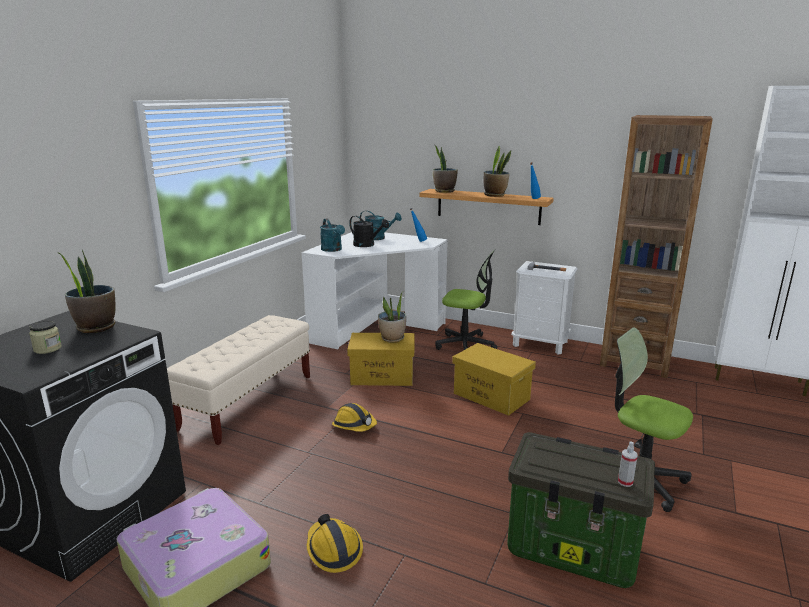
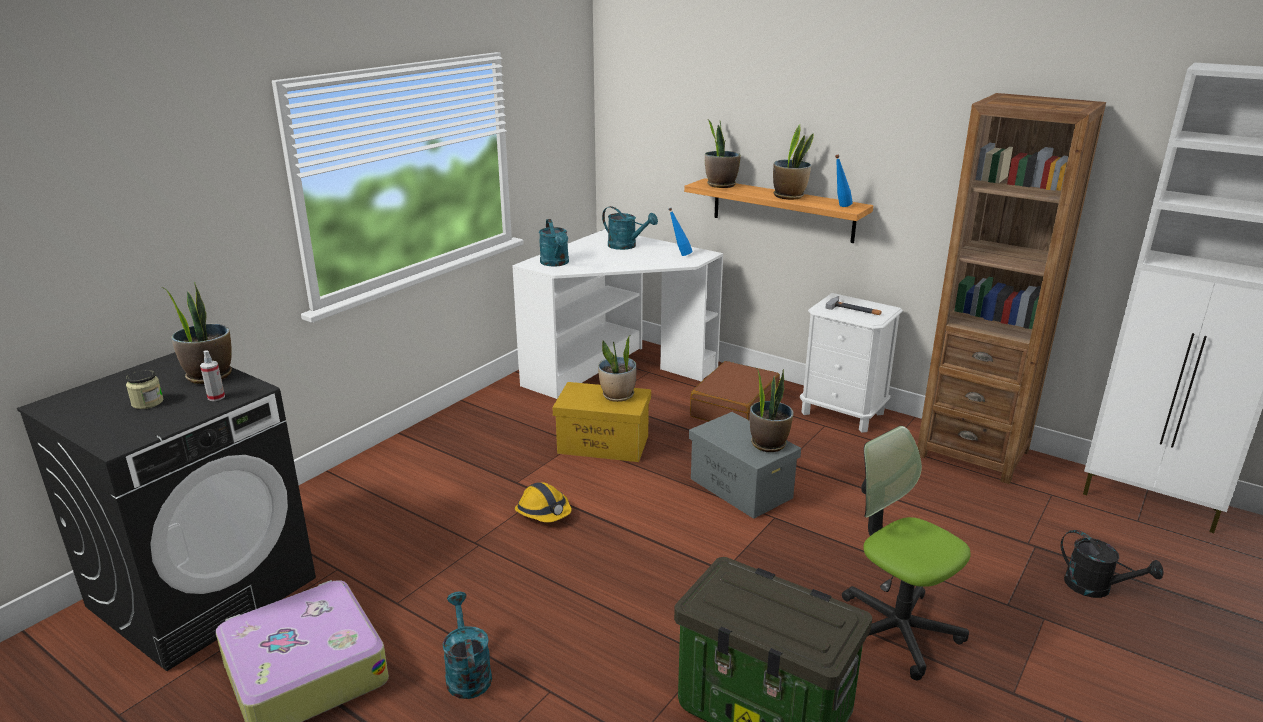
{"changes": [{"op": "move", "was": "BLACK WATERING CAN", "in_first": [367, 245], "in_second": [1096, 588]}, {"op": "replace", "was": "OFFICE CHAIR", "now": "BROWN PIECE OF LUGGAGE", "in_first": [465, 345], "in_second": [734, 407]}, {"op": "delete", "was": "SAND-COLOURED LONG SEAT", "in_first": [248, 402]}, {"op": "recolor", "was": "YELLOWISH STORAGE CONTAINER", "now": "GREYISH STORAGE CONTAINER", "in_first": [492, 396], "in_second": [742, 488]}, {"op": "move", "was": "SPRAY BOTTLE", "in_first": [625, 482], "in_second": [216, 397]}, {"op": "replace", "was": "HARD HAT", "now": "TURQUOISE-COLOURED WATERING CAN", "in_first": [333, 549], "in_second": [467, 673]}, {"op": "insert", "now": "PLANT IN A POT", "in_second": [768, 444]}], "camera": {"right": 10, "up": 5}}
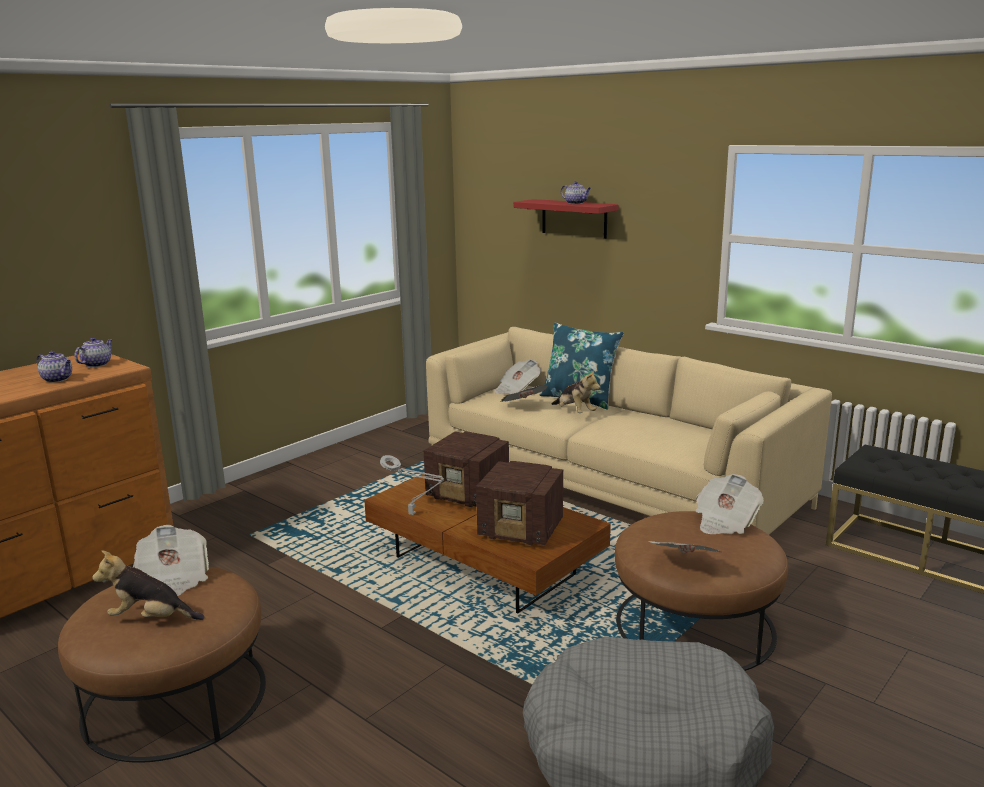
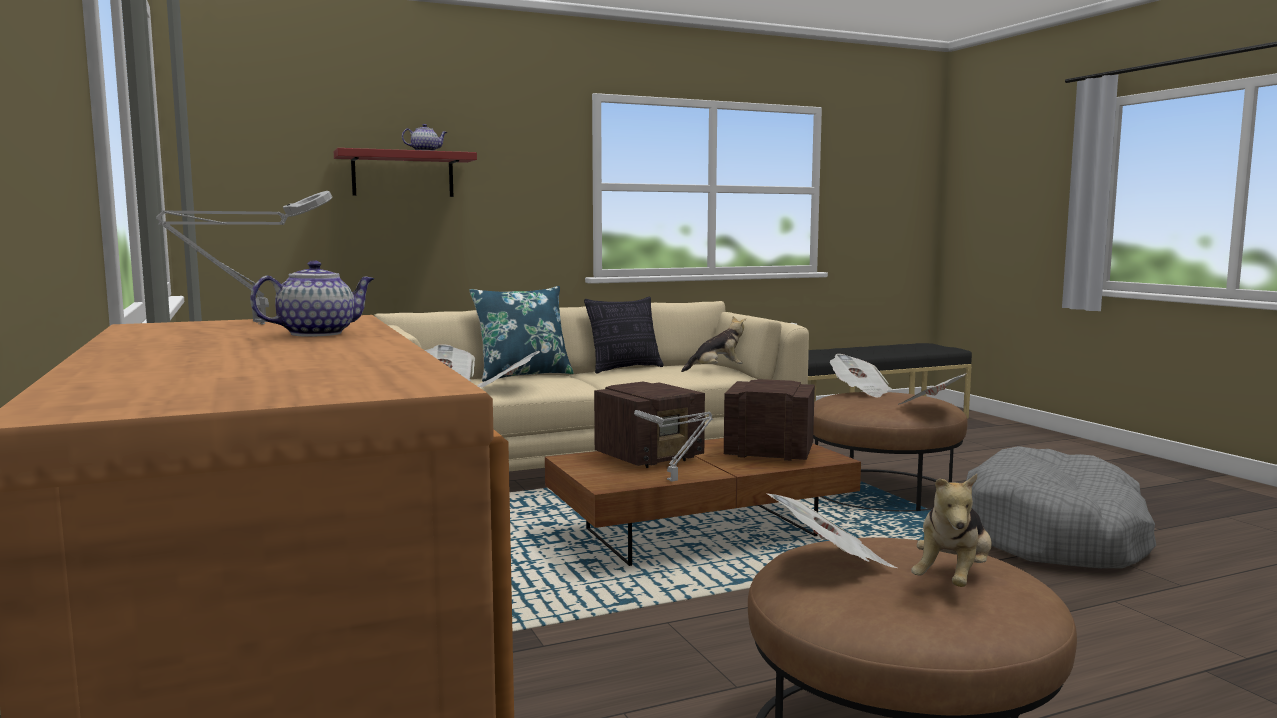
{"changes": [{"op": "replace", "was": "TEAPOT", "now": "GREYISH TABLETOP LAMP", "in_first": [97, 364], "in_second": [255, 324]}, {"op": "move", "was": "PLUSH TOY", "in_first": [574, 412], "in_second": [717, 370]}, {"op": "rotate", "was": "RADIO", "in_first": [522, 530], "in_second": [767, 453], "clockwise": -120}, {"op": "insert", "now": "CUSHION", "in_second": [624, 369]}], "camera": {"right": -65, "up": -10}}
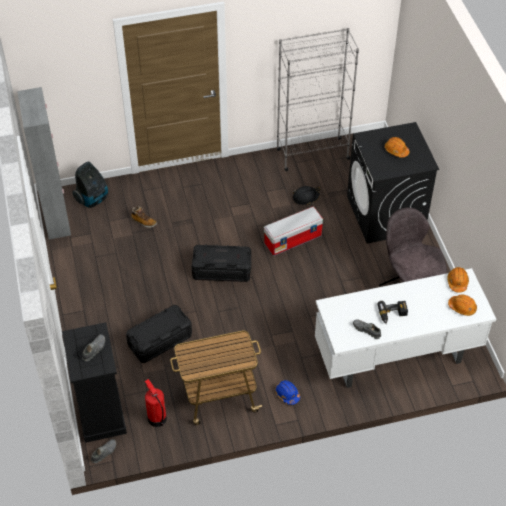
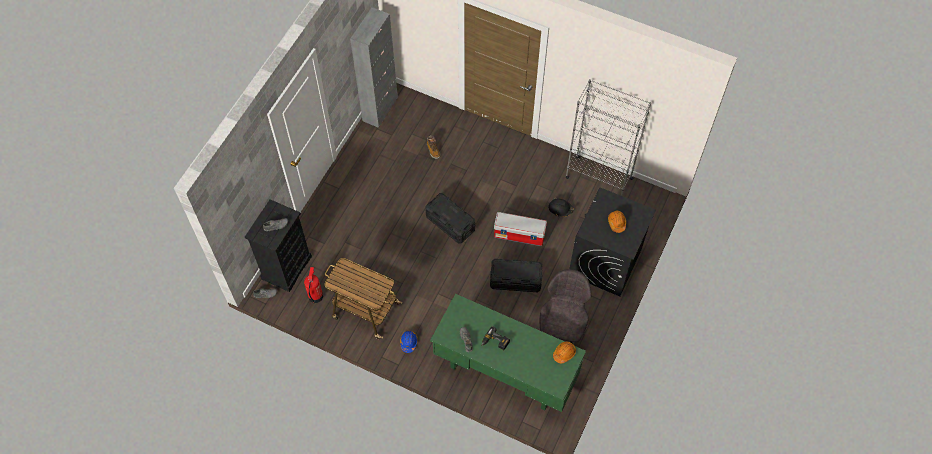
{"changes": [{"op": "delete", "was": "VACUUM CLEANER", "in_first": [93, 199]}, {"op": "recolor", "was": "WHITE-COLOURED DESK TABLE", "now": "GREEN-COLOURED DESK TABLE", "in_first": [396, 357], "in_second": [504, 372]}, {"op": "delete", "was": "ORANGE-COLOURED HARD HAT", "in_first": [462, 307]}, {"op": "move", "was": "BLACK STORAGE CONTAINER", "in_first": [160, 340], "in_second": [515, 280]}], "camera": {"right": 40, "up": 10}}
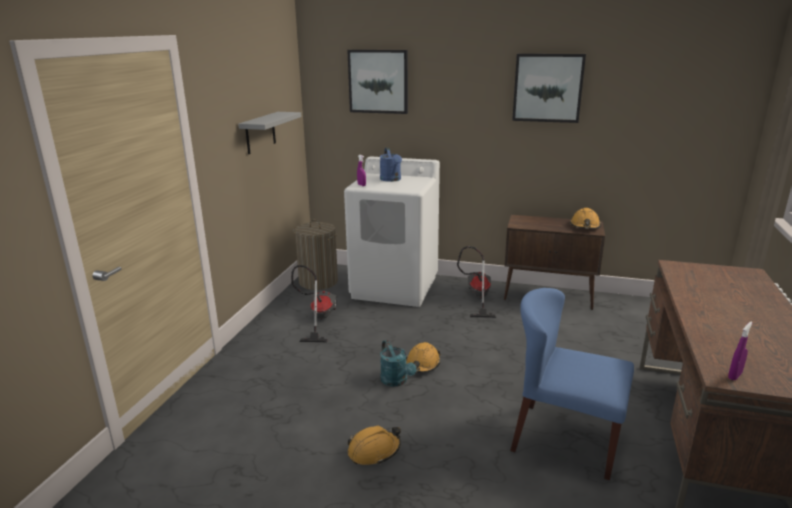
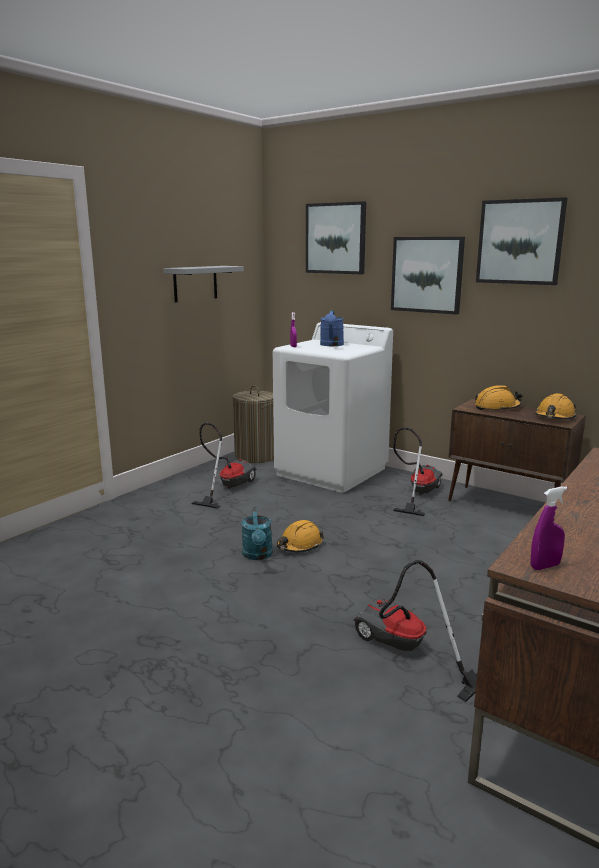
{"changes": [{"op": "replace", "was": "BLUE-COLOURED UPRIGHT CHAIR", "now": "VACUUM CLEANER", "in_first": [564, 439], "in_second": [404, 651]}, {"op": "move", "was": "ORANGE-COLOURED HARD HAT", "in_first": [374, 451], "in_second": [497, 407]}, {"op": "insert", "now": "WALL PICTURE", "in_second": [427, 274]}], "camera": {"right": 20, "up": -5}}
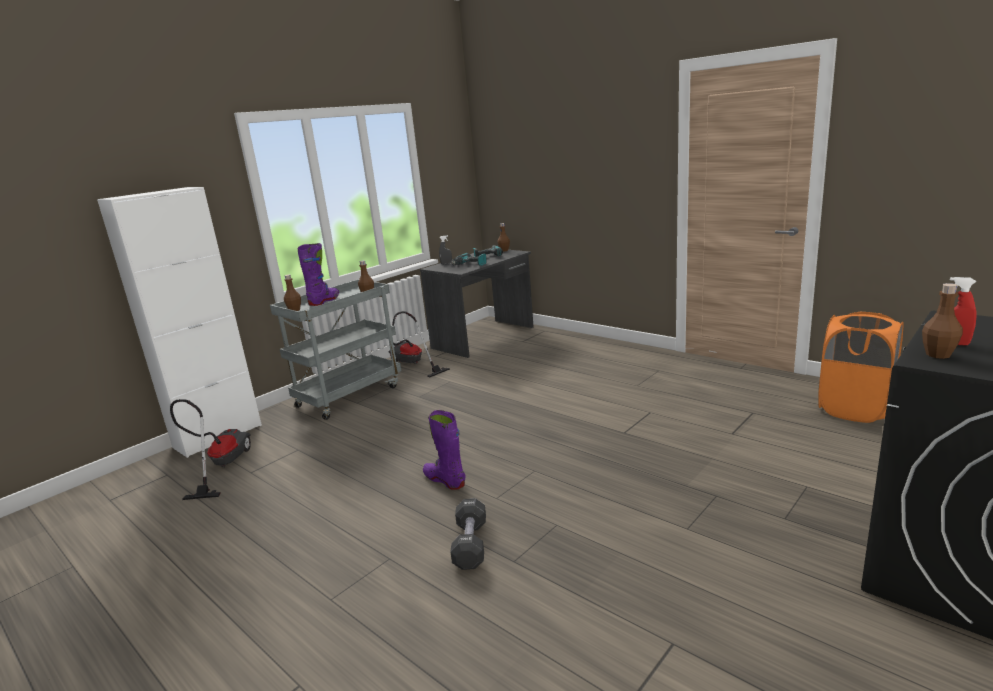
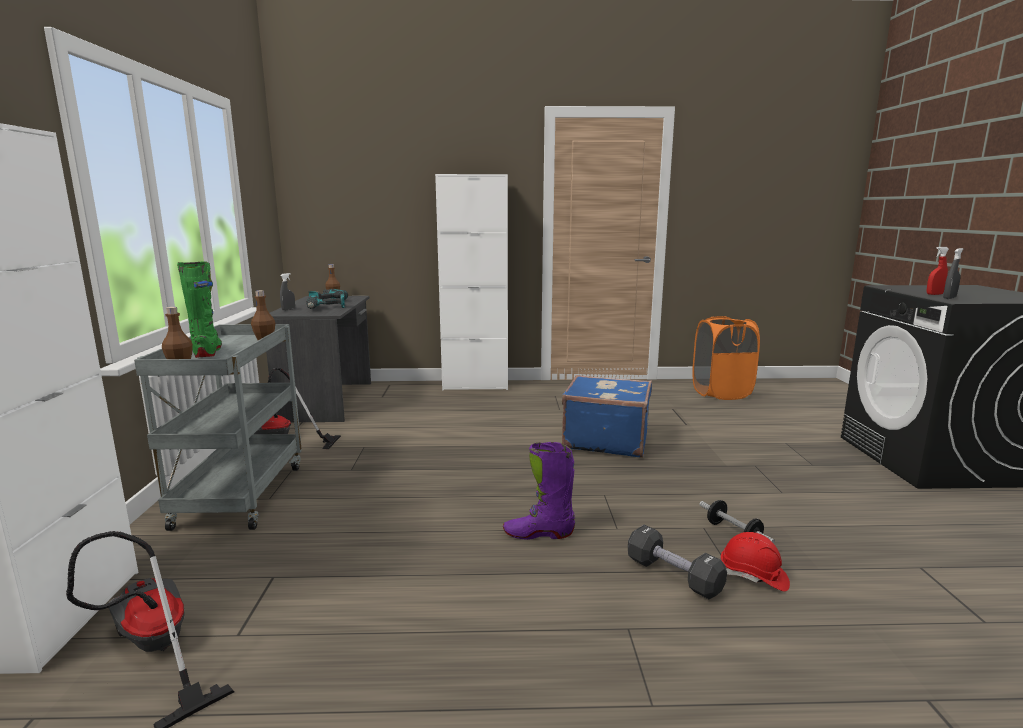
{"changes": [{"op": "recolor", "was": "PURPLE-COLOURED TALL BOOT", "now": "GREEN-COLOURED TALL BOOT", "in_first": [324, 301], "in_second": [208, 352]}, {"op": "replace", "was": "BROWN DRINK BOTTLE", "now": "GREYISH SPRAY BOTTLE", "in_first": [938, 354], "in_second": [949, 298]}, {"op": "insert", "now": "WHITE-COLOURED CUPBOARD", "in_second": [475, 385]}, {"op": "insert", "now": "BLUE-COLOURED PIECE OF LUGGAGE", "in_second": [605, 440]}, {"op": "insert", "now": "DUMBBELL", "in_second": [733, 533]}, {"op": "insert", "now": "RED-COLOURED HARD HAT", "in_second": [753, 576]}], "camera": {"right": -45, "up": -5}}
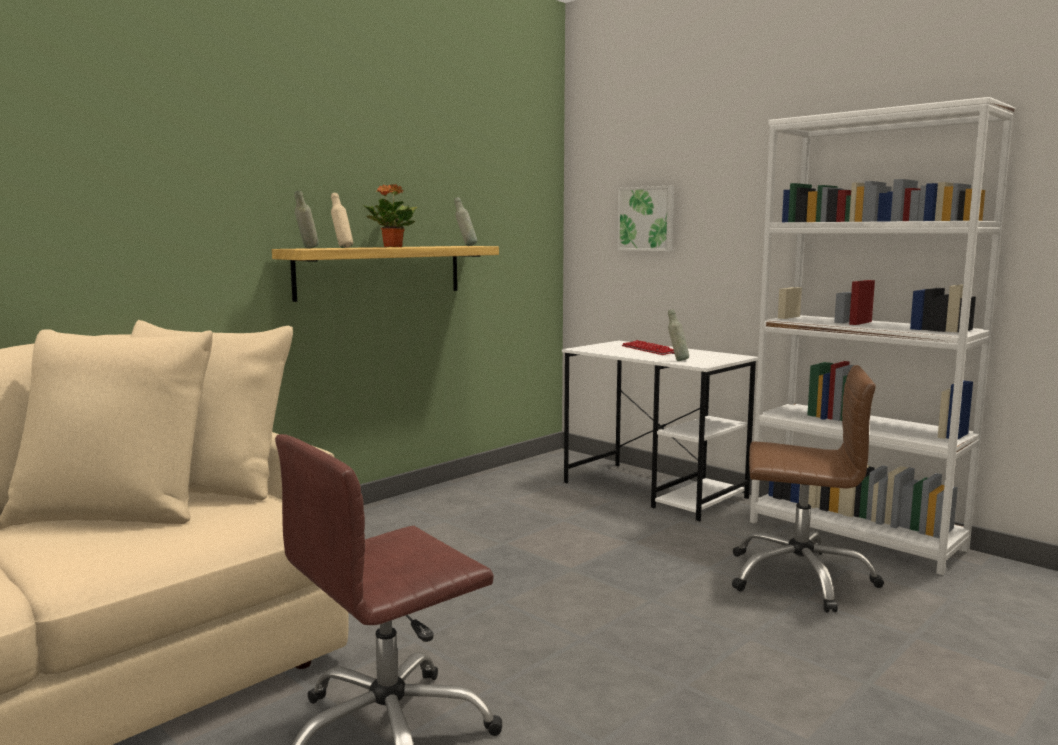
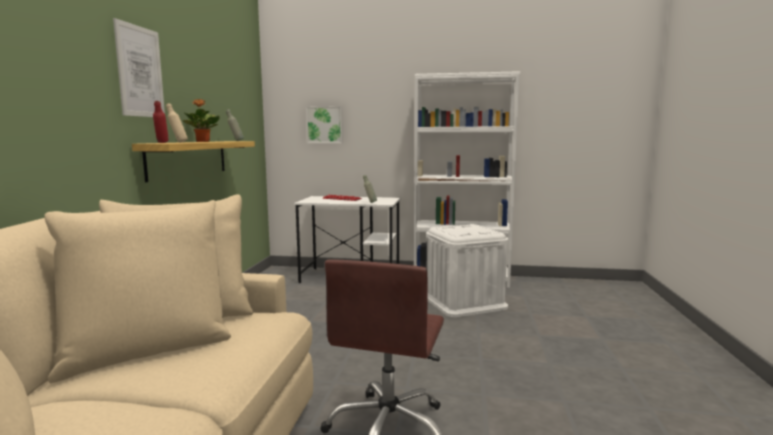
{"changes": [{"op": "recolor", "was": "GREYISH DRINK BOTTLE", "now": "RED-COLOURED DRINK BOTTLE", "in_first": [307, 248], "in_second": [162, 143]}, {"op": "replace", "was": "BROWN OFFICE CHAIR", "now": "WHITE-COLOURED STORAGE CONTAINER", "in_first": [799, 577], "in_second": [464, 301]}, {"op": "insert", "now": "WALL PICTURE", "in_second": [140, 71]}], "camera": {"right": -35, "up": 0}}
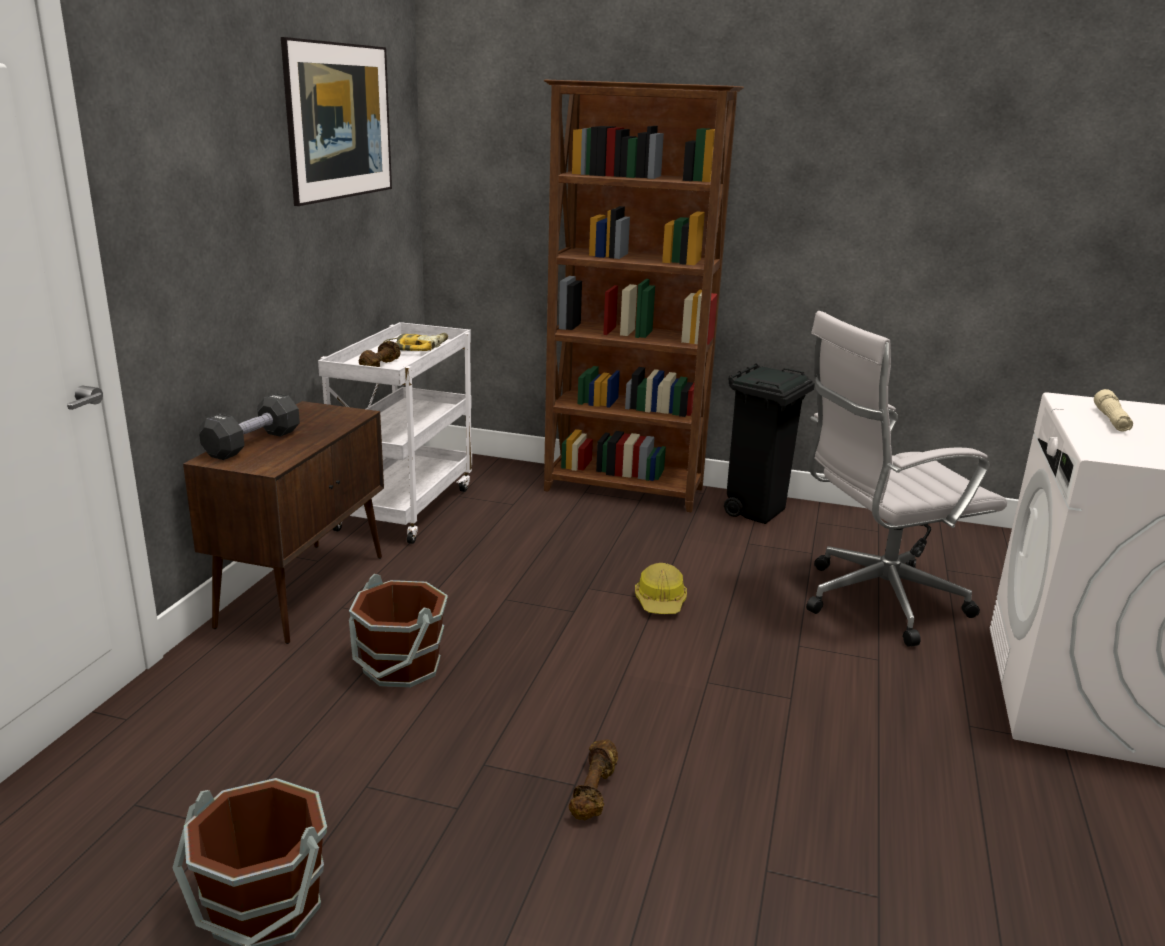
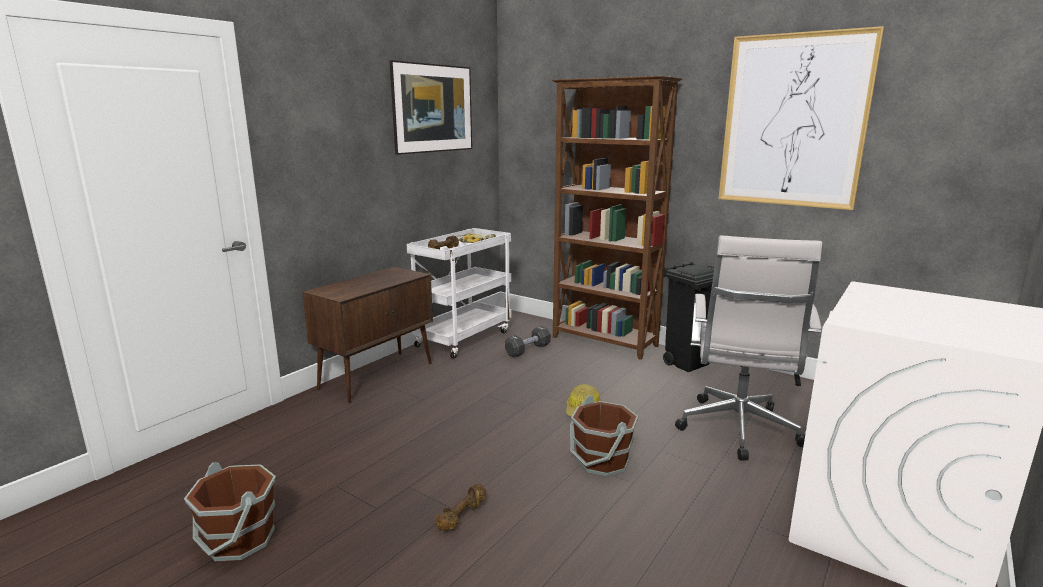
{"changes": [{"op": "rotate", "was": "WHITE-COLOURED OFFICE CHAIR", "in_first": [875, 602], "in_second": [738, 431], "clockwise": -75}, {"op": "delete", "was": "SAND-COLOURED FLASHLIGHT", "in_first": [1111, 420]}, {"op": "move", "was": "BLACK DUMBBELL", "in_first": [253, 444], "in_second": [528, 350]}, {"op": "move", "was": "BROWN PAIL", "in_first": [400, 667], "in_second": [601, 461]}, {"op": "insert", "now": "WALL PICTURE", "in_second": [793, 121]}], "camera": {"right": 20, "up": -5}}
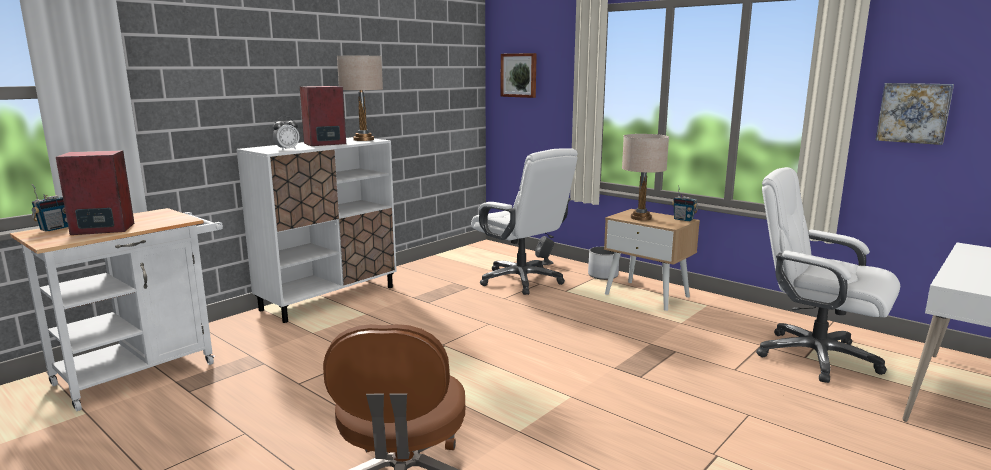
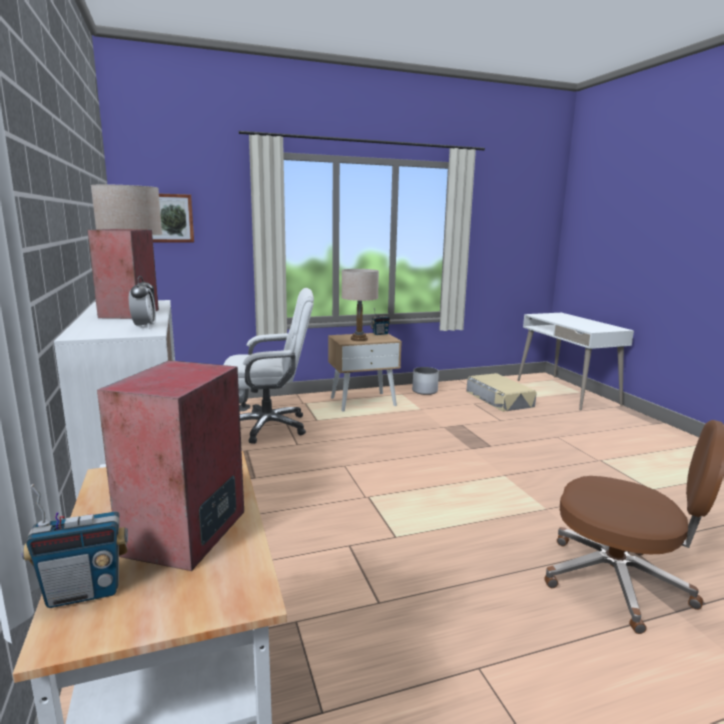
{"changes": [{"op": "delete", "was": "WALL PICTURE", "in_first": [913, 113]}, {"op": "replace", "was": "WHITE-COLOURED OFFICE CHAIR", "now": "SAND-COLOURED STORAGE CONTAINER", "in_first": [815, 356], "in_second": [499, 399]}, {"op": "rotate", "was": "RADIO", "in_first": [55, 228], "in_second": [84, 592], "clockwise": 105}, {"op": "move", "was": "WHITE-COLOURED PLANT POT", "in_first": [603, 275], "in_second": [425, 391]}], "camera": {"right": -60, "up": 0}}
